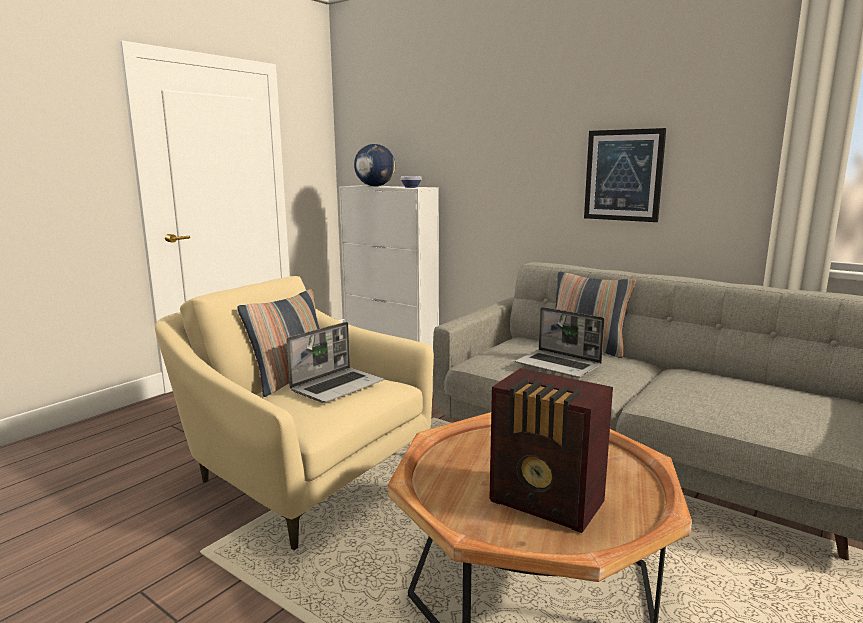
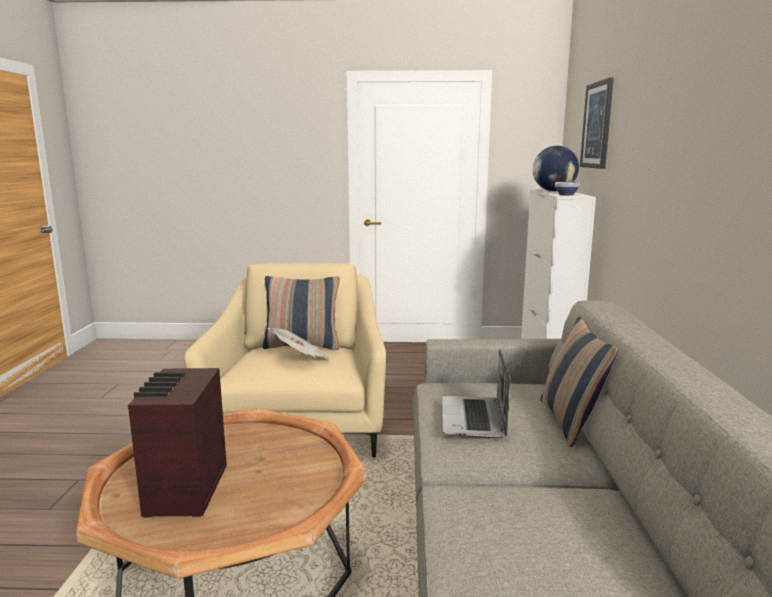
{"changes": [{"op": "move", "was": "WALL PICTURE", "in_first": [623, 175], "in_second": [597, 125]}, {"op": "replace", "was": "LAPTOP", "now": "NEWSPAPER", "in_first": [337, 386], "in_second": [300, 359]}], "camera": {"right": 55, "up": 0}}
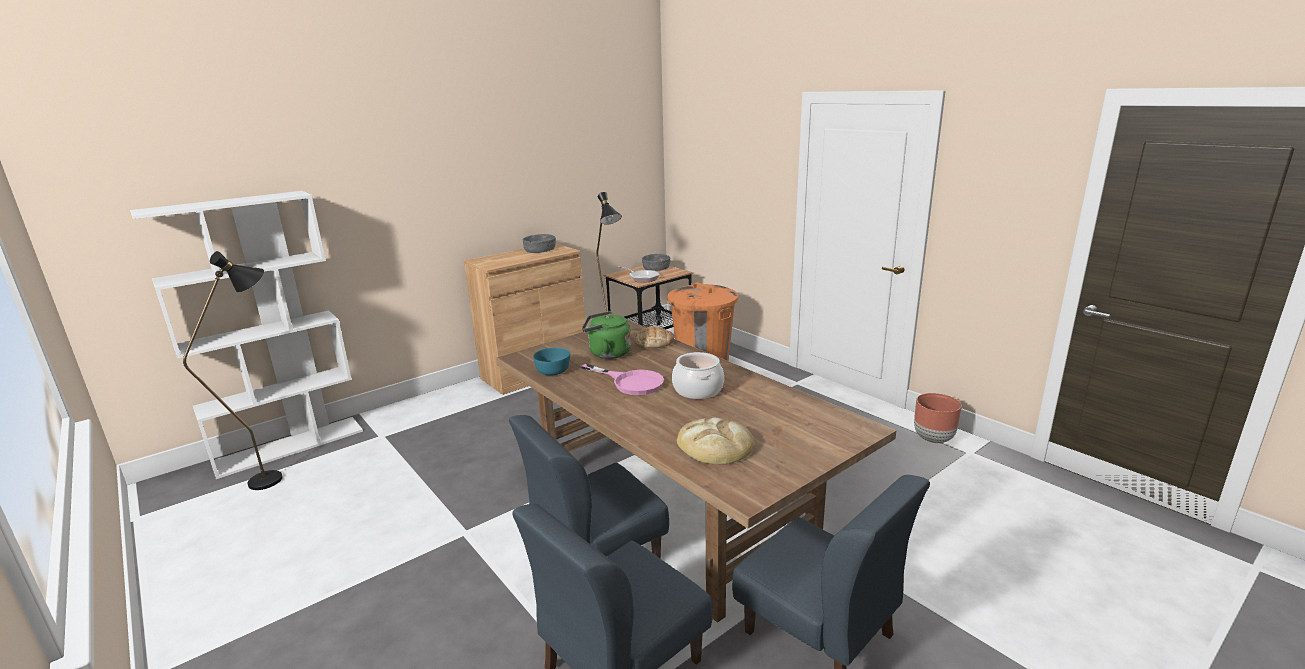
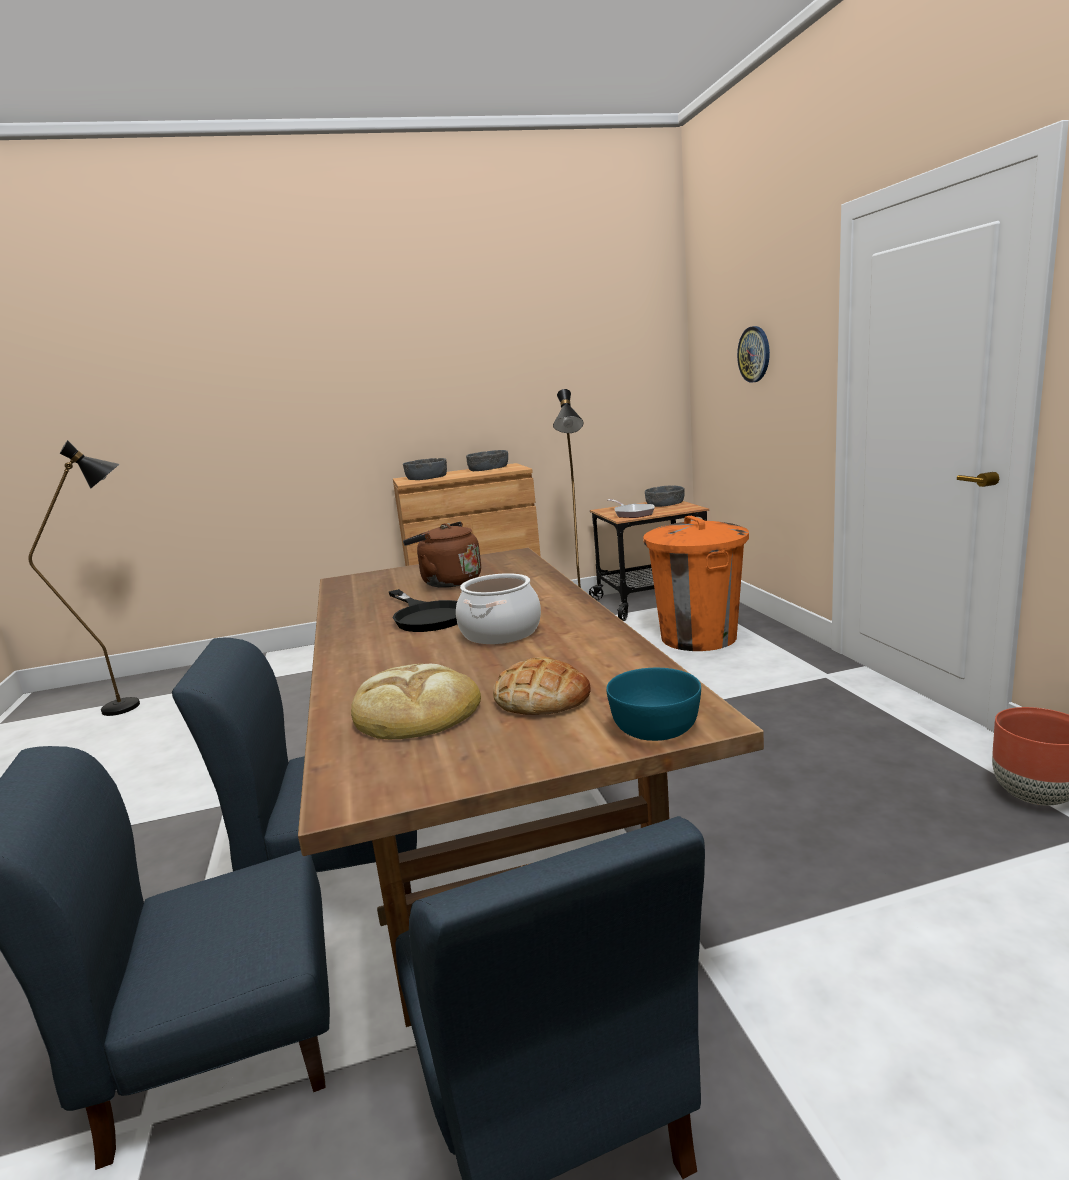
{"changes": [{"op": "delete", "was": "WHITE-COLOURED BOOKSHELF", "in_first": [290, 446]}, {"op": "recolor", "was": "GREEN-COLOURED WATER KETTLE", "now": "BROWN WATER KETTLE", "in_first": [607, 353], "in_second": [448, 582]}, {"op": "move", "was": "BAKED BREAD", "in_first": [654, 342], "in_second": [542, 697]}, {"op": "move", "was": "TURQUOISE-COLOURED DEEP DISH", "in_first": [552, 371], "in_second": [654, 728]}, {"op": "recolor", "was": "PINKISH PAN", "now": "BLACK PAN", "in_first": [631, 382], "in_second": [426, 616]}, {"op": "insert", "now": "WALL CLOCK", "in_second": [754, 354]}, {"op": "insert", "now": "GREYISH DEEP DISH", "in_second": [426, 477]}], "camera": {"right": 25, "up": -5}}
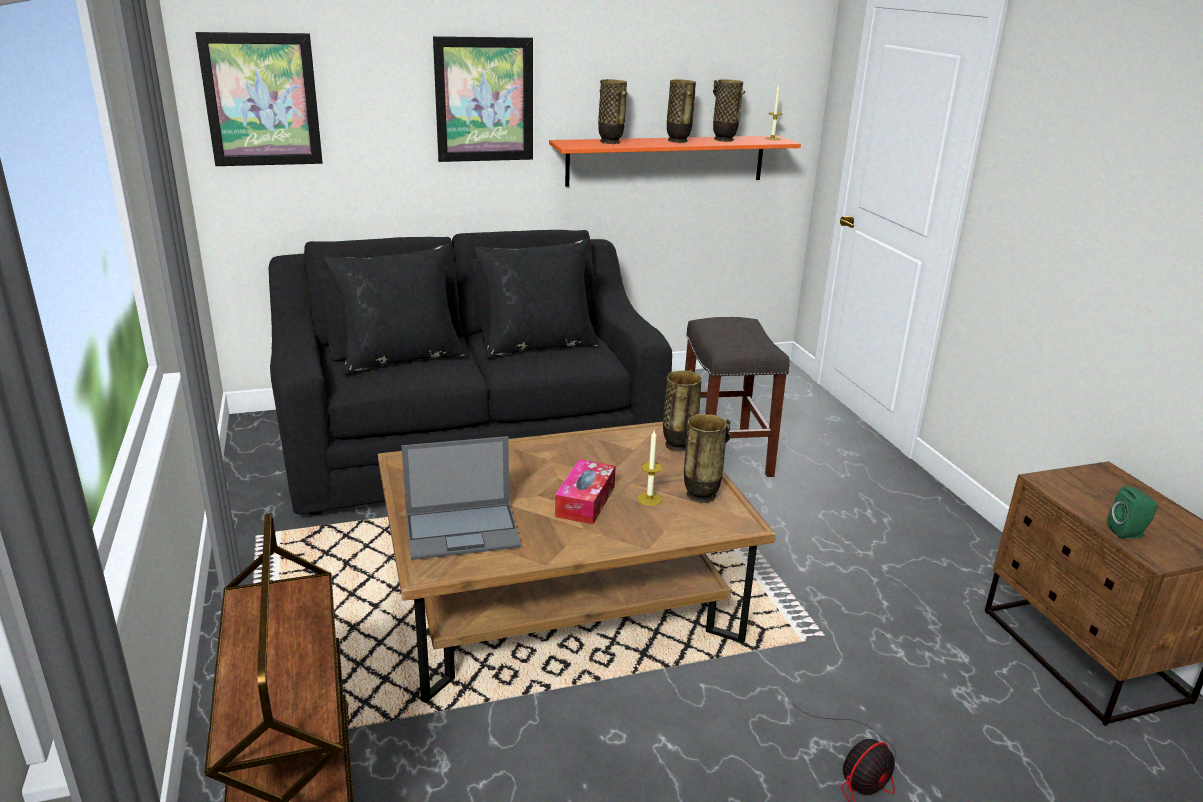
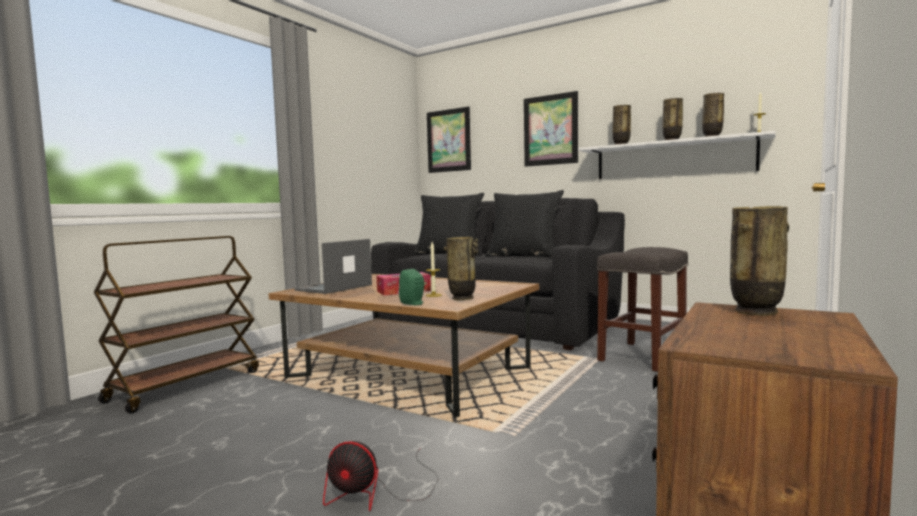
{"changes": [{"op": "recolor", "was": "ORANGE-COLOURED WALL SHELF", "now": "WHITE-COLOURED WALL SHELF", "in_first": [666, 160], "in_second": [673, 159]}, {"op": "move", "was": "DECORATIVE VASE", "in_first": [678, 445], "in_second": [756, 312]}, {"op": "rotate", "was": "LAPTOP", "in_first": [464, 530], "in_second": [333, 288], "clockwise": 90}, {"op": "move", "was": "GREEN-COLOURED SPEAKER", "in_first": [1128, 533], "in_second": [414, 303]}], "camera": {"right": 50, "up": -20}}
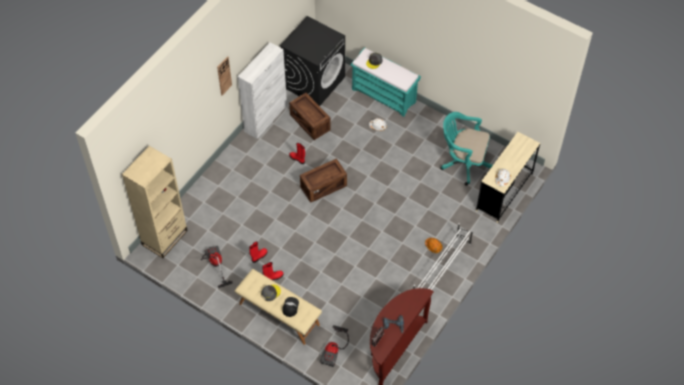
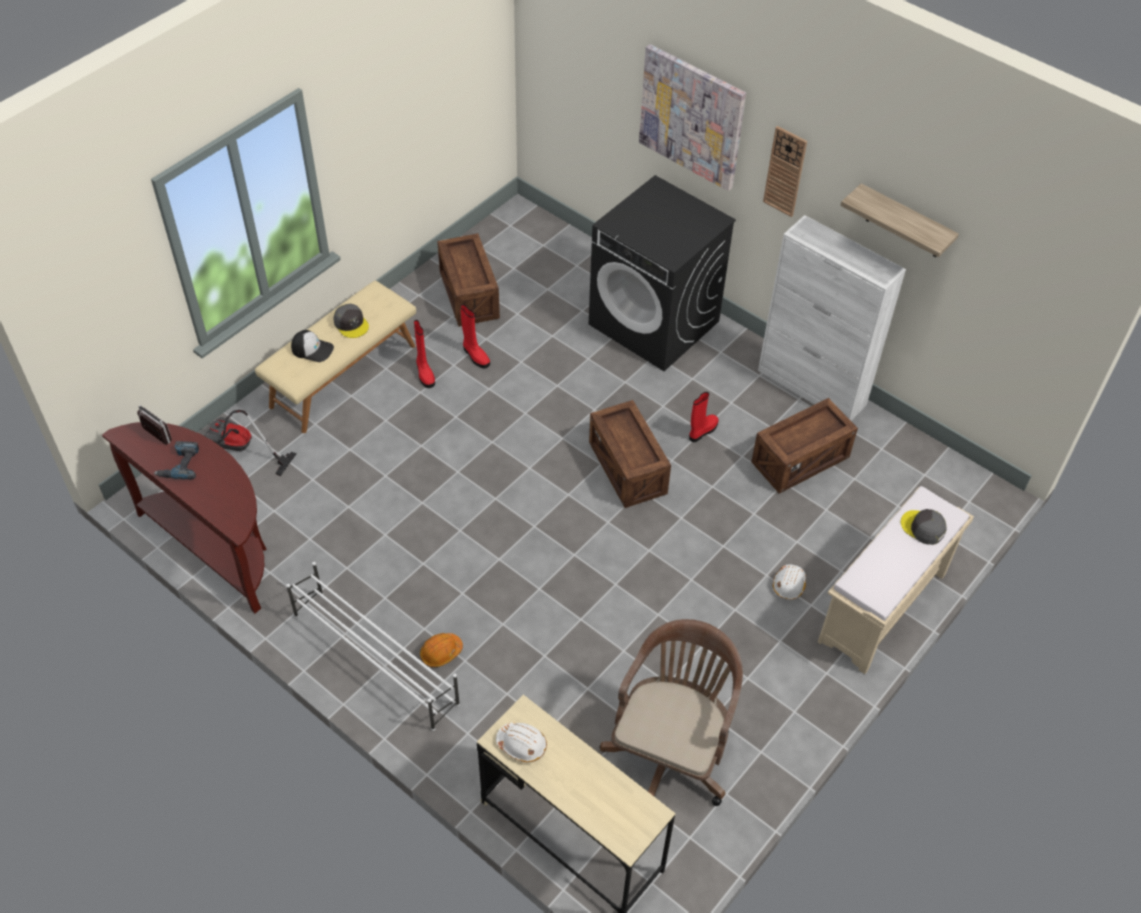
{"changes": [{"op": "move", "was": "BLACK WASHING MACHINE", "in_first": [314, 82], "in_second": [655, 323]}, {"op": "recolor", "was": "TURQUOISE-COLOURED LONG SEAT", "now": "SAND-COLOURED LONG SEAT", "in_first": [384, 95], "in_second": [882, 609]}, {"op": "recolor", "was": "TURQUOISE-COLOURED OFFICE CHAIR", "now": "BROWN OFFICE CHAIR", "in_first": [463, 163], "in_second": [670, 753]}, {"op": "delete", "was": "SAND-COLOURED BOOKSHELF", "in_first": [165, 238]}, {"op": "replace", "was": "VACUUM CLEANER", "now": "CRATE", "in_first": [215, 265], "in_second": [469, 295]}, {"op": "insert", "now": "WALL PICTURE", "in_second": [692, 117]}, {"op": "insert", "now": "WALL SHELF", "in_second": [905, 223]}], "camera": {"right": 95, "up": -5}}
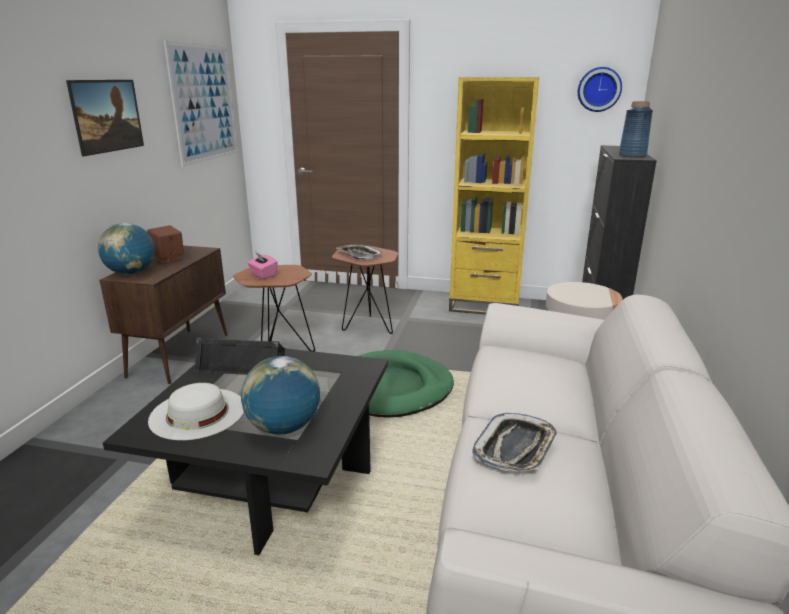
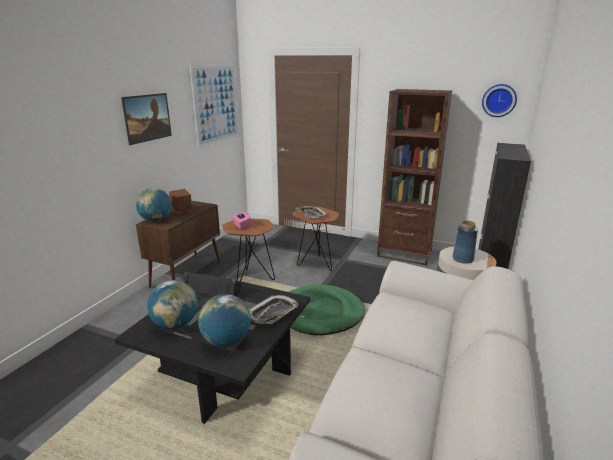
{"changes": [{"op": "recolor", "was": "YELLOWISH BOOKSHELF", "now": "BROWN BOOKSHELF", "in_first": [484, 305], "in_second": [404, 254]}, {"op": "move", "was": "BLUE-COLOURED DECORATIVE VASE", "in_first": [632, 156], "in_second": [462, 259]}, {"op": "replace", "was": "WHITE-COLOURED WEARABLE HAT", "now": "DESK GLOBE", "in_first": [197, 413], "in_second": [175, 324]}, {"op": "move", "was": "TRAY", "in_first": [515, 448], "in_second": [273, 313]}], "camera": {"right": 10, "up": 0}}
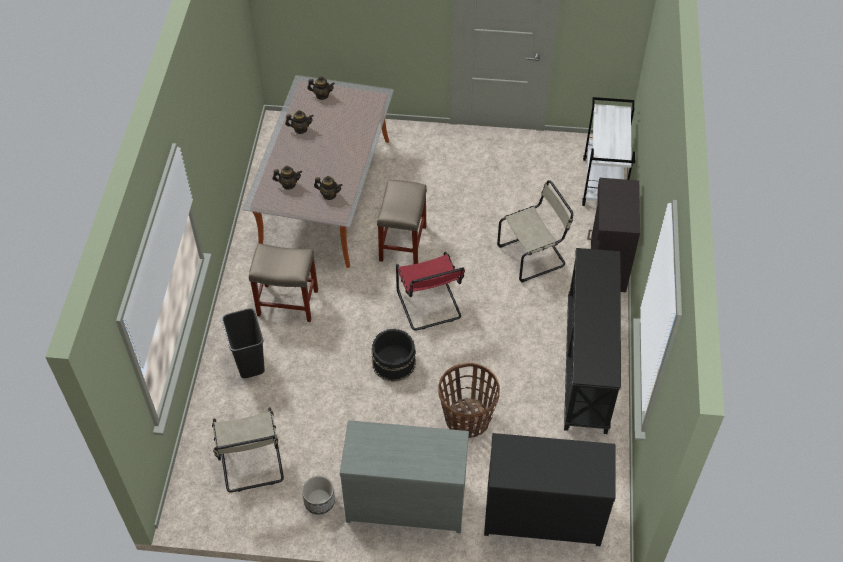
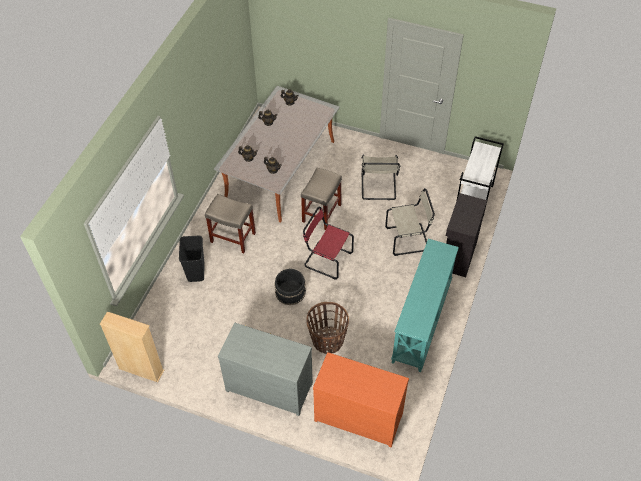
{"changes": [{"op": "recolor", "was": "BLACK HALL TABLE", "now": "TURQUOISE-COLOURED HALL TABLE", "in_first": [587, 365], "in_second": [422, 322]}, {"op": "rotate", "was": "RED-COLOURED UPRIGHT CHAIR", "in_first": [430, 306], "in_second": [326, 259], "clockwise": 120}, {"op": "move", "was": "SAND-COLOURED UPRIGHT CHAIR", "in_first": [252, 464], "in_second": [378, 188]}, {"op": "recolor", "was": "BLACK DRAWER CHEST", "now": "ORANGE-COLOURED DRAWER CHEST", "in_first": [542, 511], "in_second": [358, 414]}, {"op": "delete", "was": "PLANT POT", "in_first": [319, 501]}, {"op": "insert", "now": "SAND-COLOURED BOOKSHELF", "in_second": [141, 369]}], "camera": {"right": 15, "up": 0}}
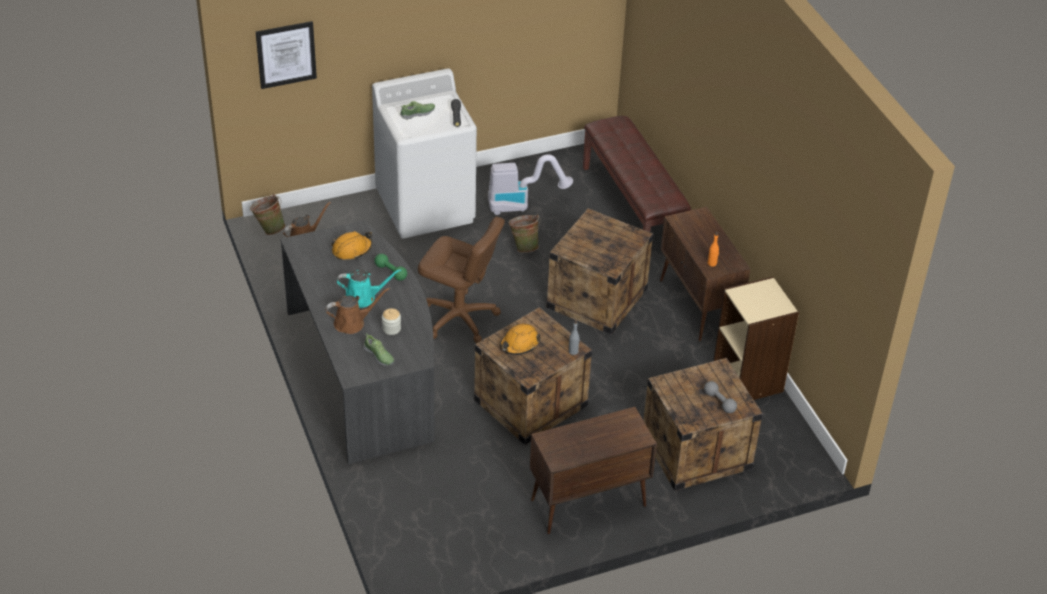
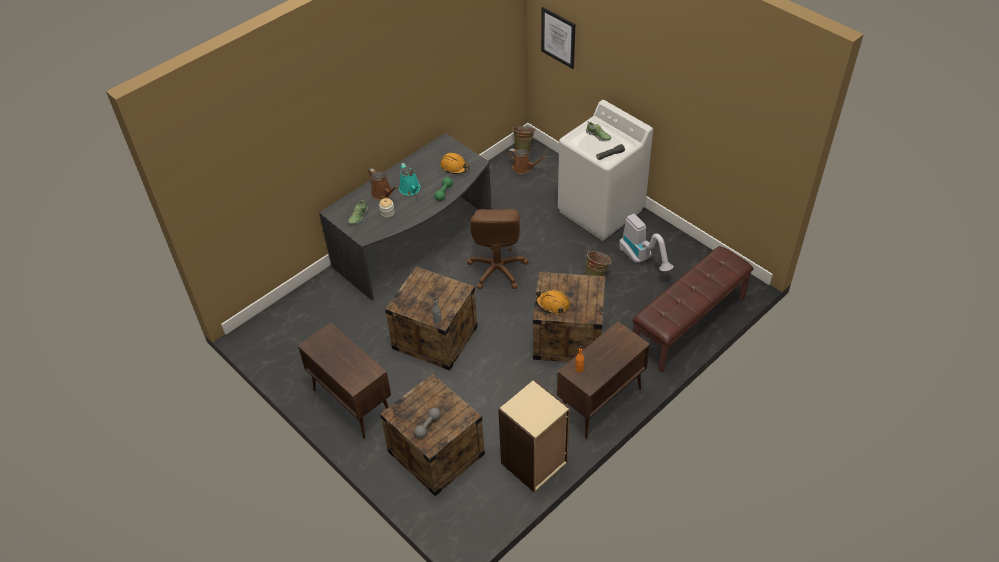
{"changes": [{"op": "move", "was": "ORANGE-COLOURED HARD HAT", "in_first": [519, 344], "in_second": [552, 304]}], "camera": {"right": 70, "up": 5}}
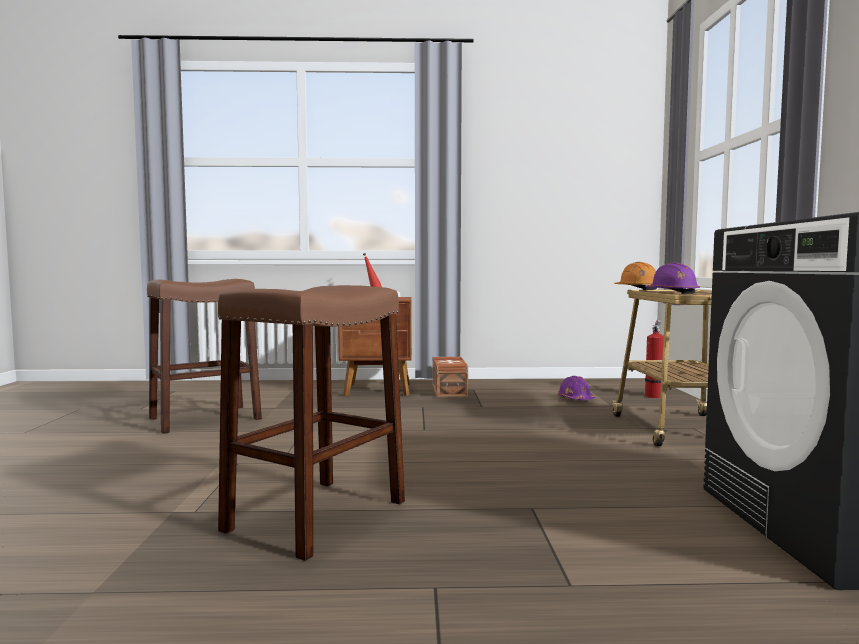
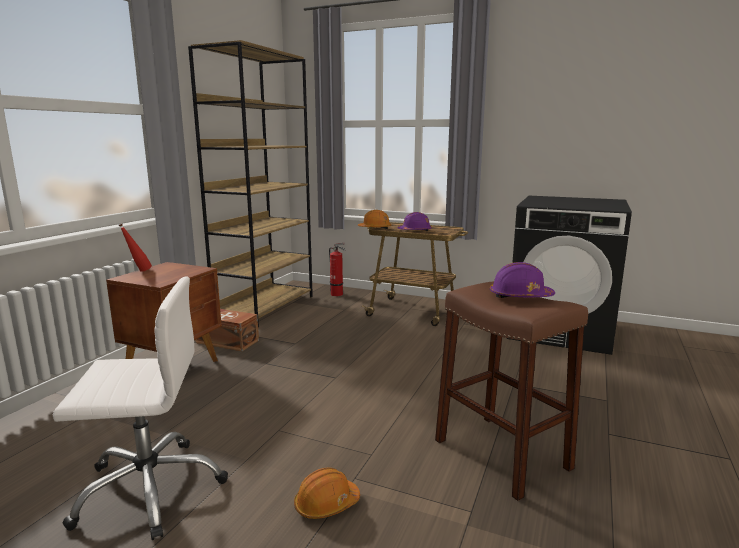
{"changes": [{"op": "replace", "was": "BROWN STOOL SEAT", "now": "WHITE-COLOURED OFFICE CHAIR", "in_first": [205, 419], "in_second": [150, 488]}, {"op": "move", "was": "PURPLE-COLOURED HARD HAT", "in_first": [575, 399], "in_second": [520, 297]}, {"op": "insert", "now": "BROWN BOOKSHELF", "in_second": [265, 307]}, {"op": "insert", "now": "ORANGE-COLOURED HARD HAT", "in_second": [326, 504]}], "camera": {"right": -65, "up": 10}}
